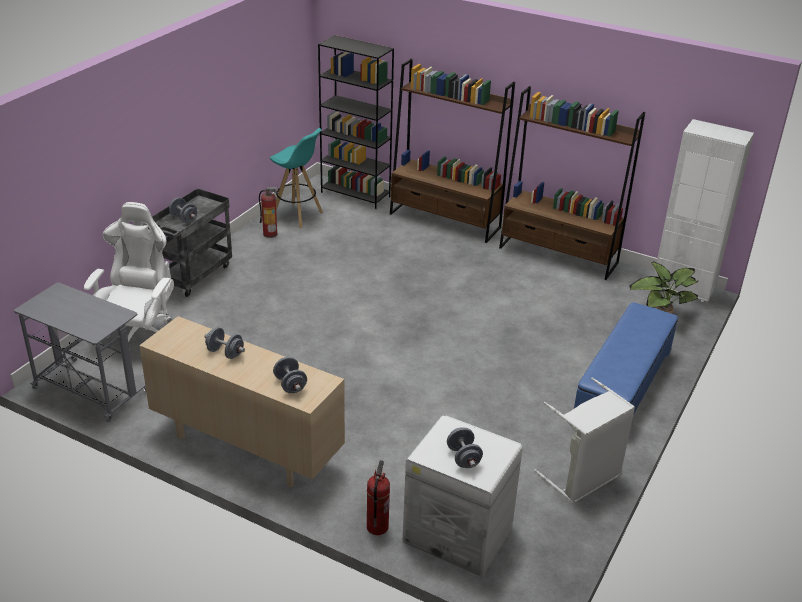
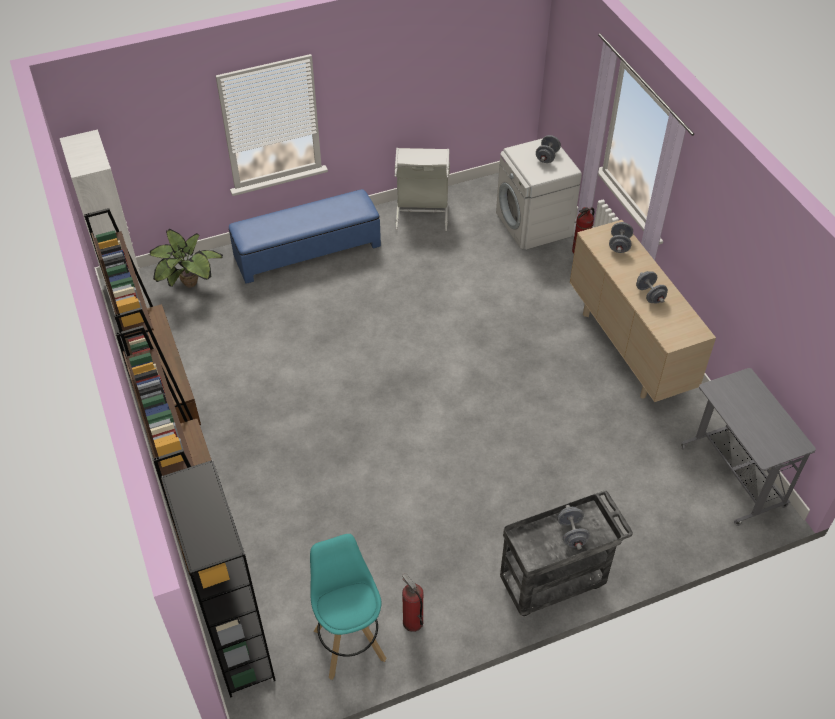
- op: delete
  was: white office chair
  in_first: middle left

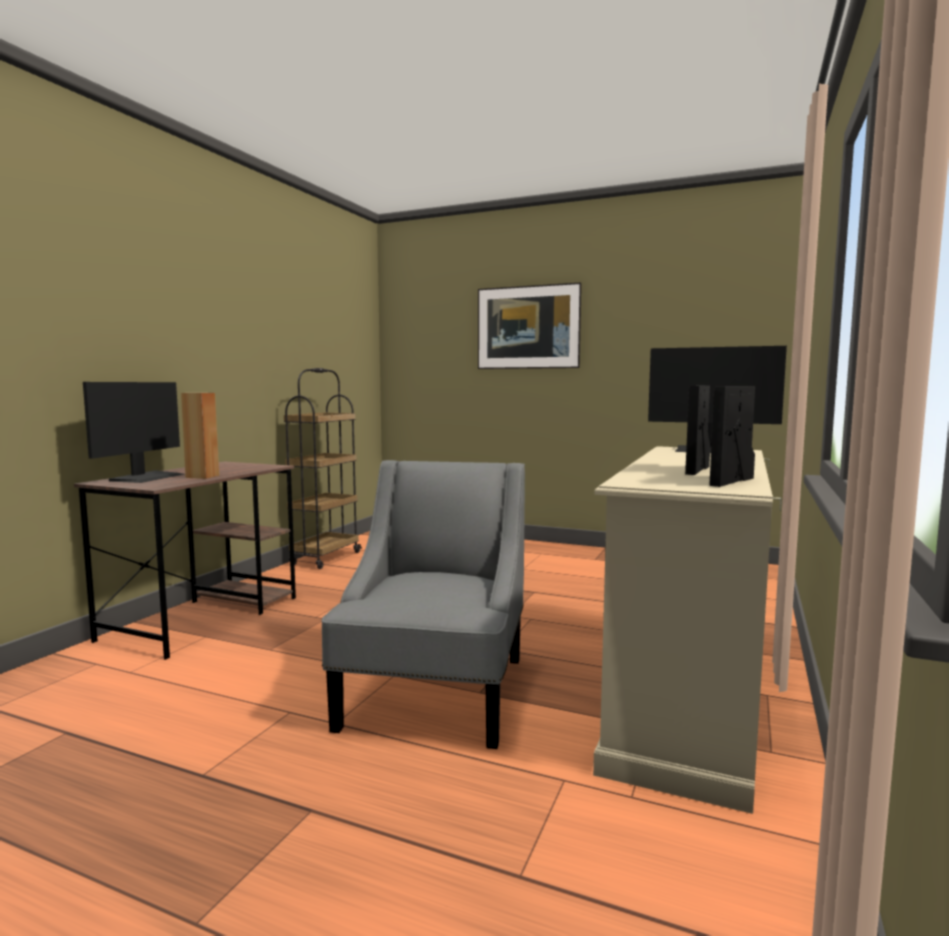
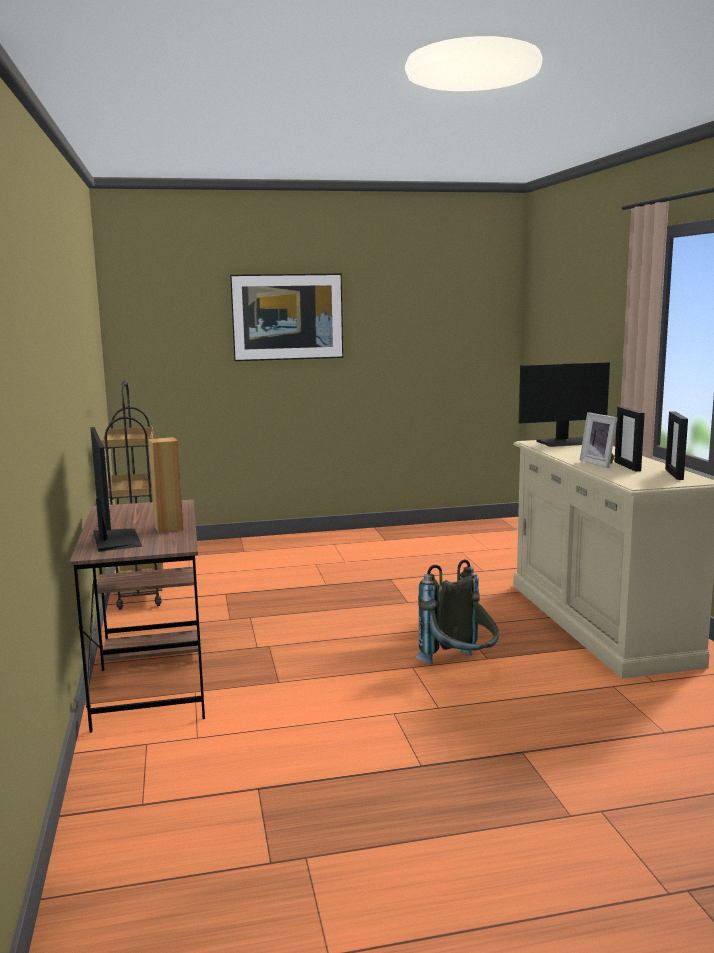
- op: insert
  now: picture frame (1st from left)
  in_second: middle right
- op: replace
  was: grey armchair
  now: grey backpack
  in_first: centre
  in_second: centre

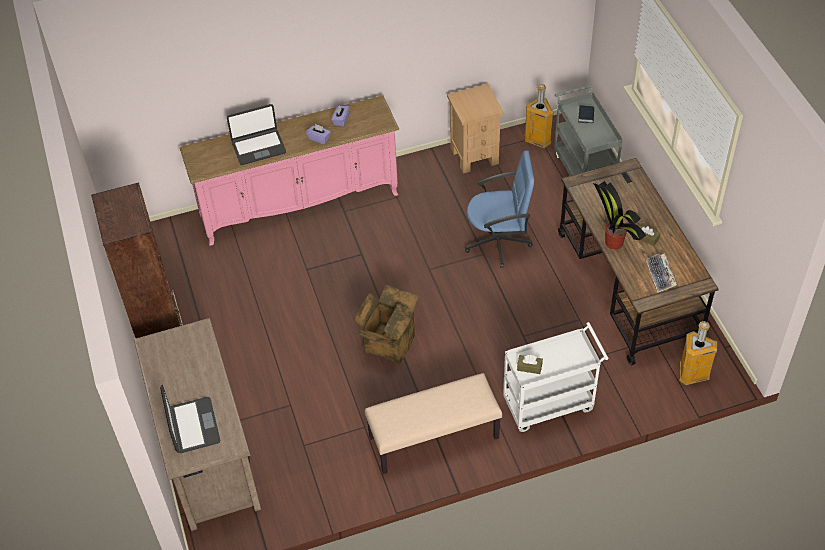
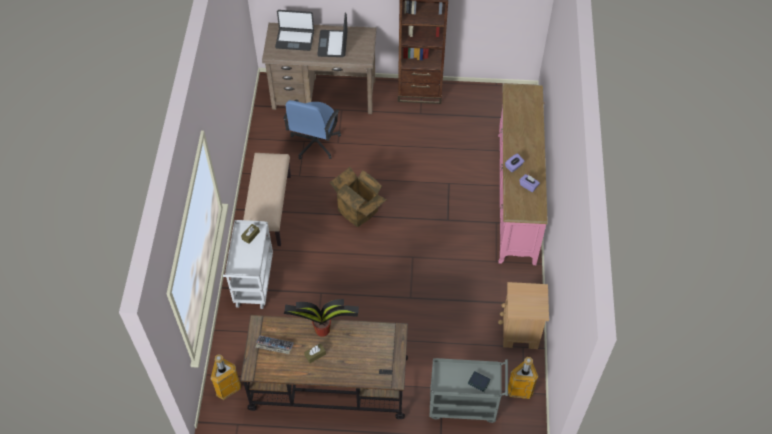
- op: move
  was: laptop (2nd from left)
  in_first: top left
  in_second: top centre
- op: move
  was: blue office chair
  in_first: centre
  in_second: top centre

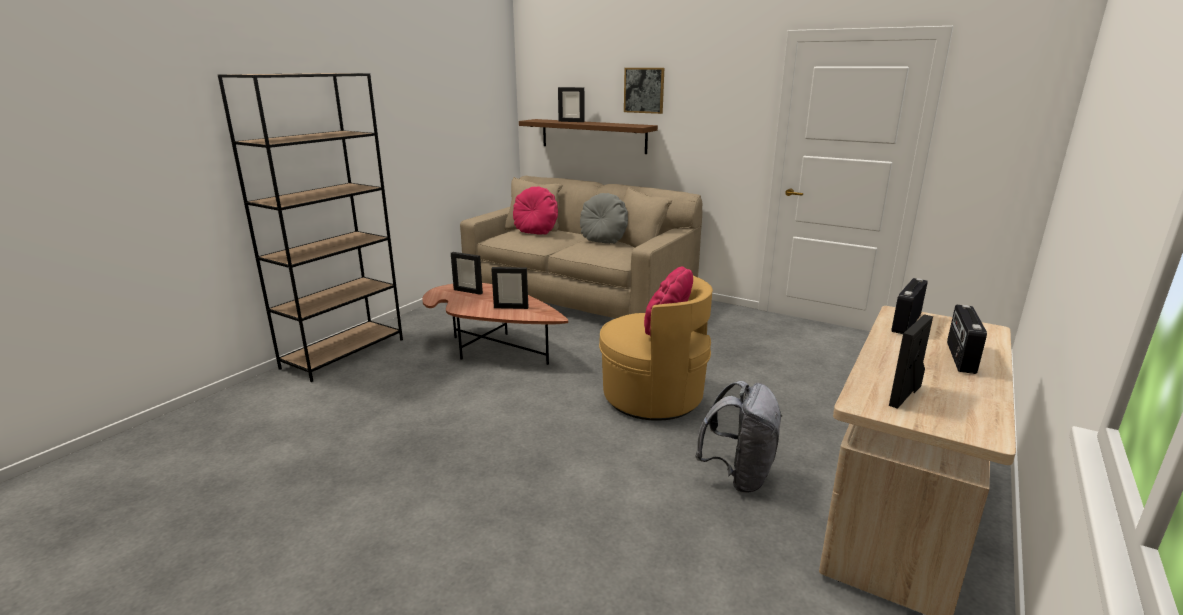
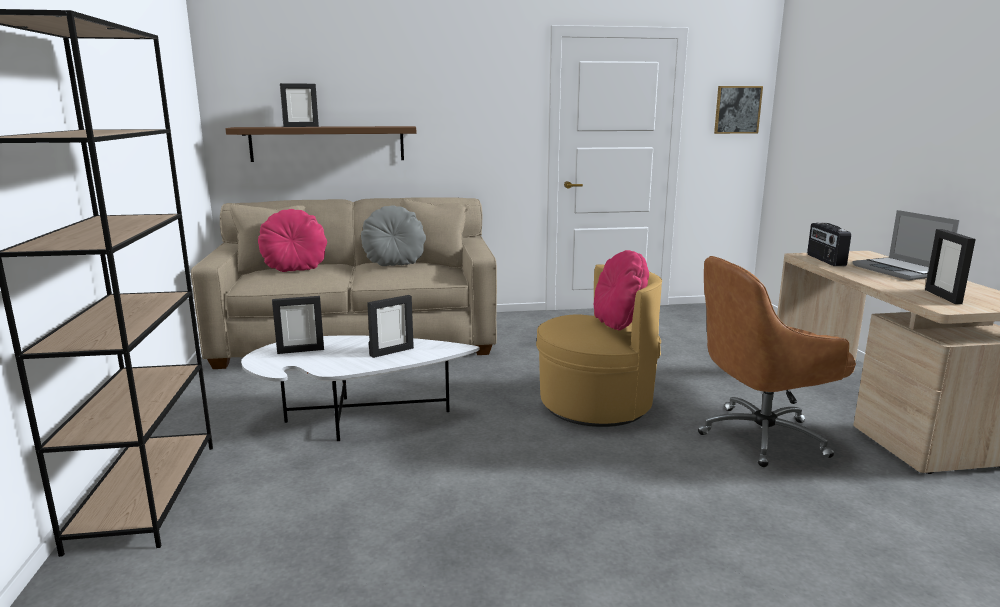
- op: move
  was: picture
  in_first: top centre
  in_second: top right
- op: replace
  was: grey backpack
  now: brown office chair
  in_first: bottom centre
  in_second: middle right
- op: replace
  was: radio (2nd from left)
  now: laptop
  in_first: middle right
  in_second: middle right
- op: recolor
  was: brown coffee table
  now: white coffee table
  in_first: centre
  in_second: centre

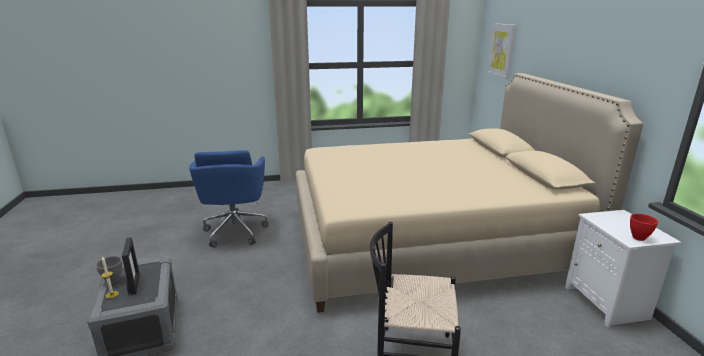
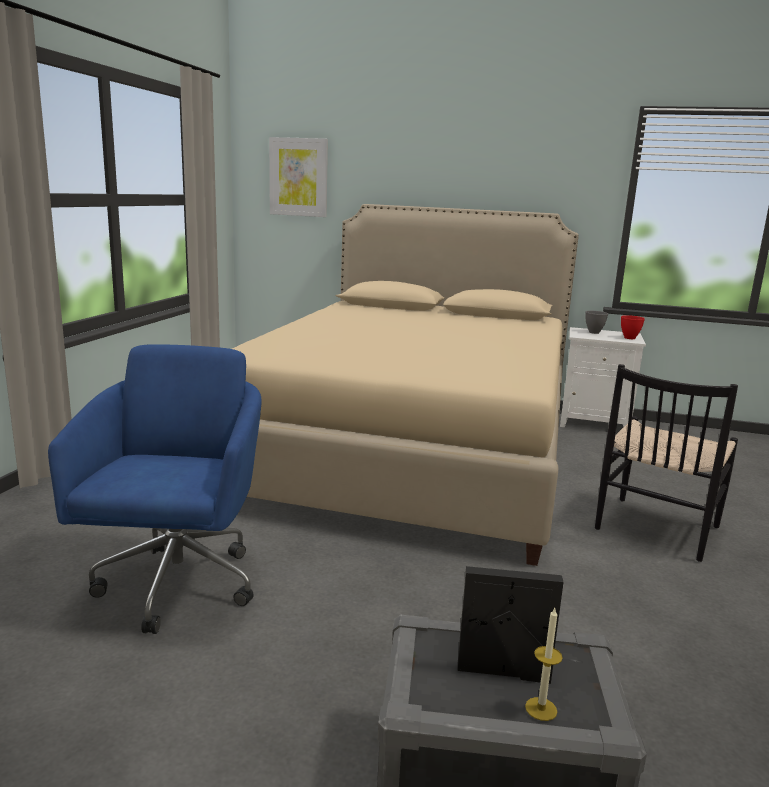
- op: move
  was: grey bowl
  in_first: bottom left
  in_second: middle right
- op: rotate
  was: blue office chair
  in_first: middle left
  in_second: middle left
  clockwise: -105

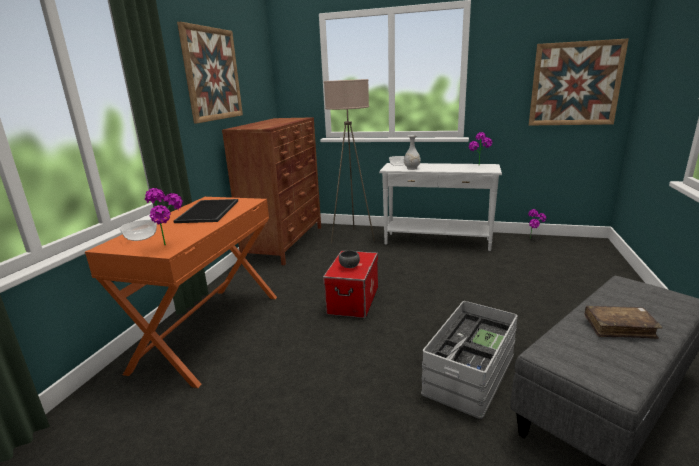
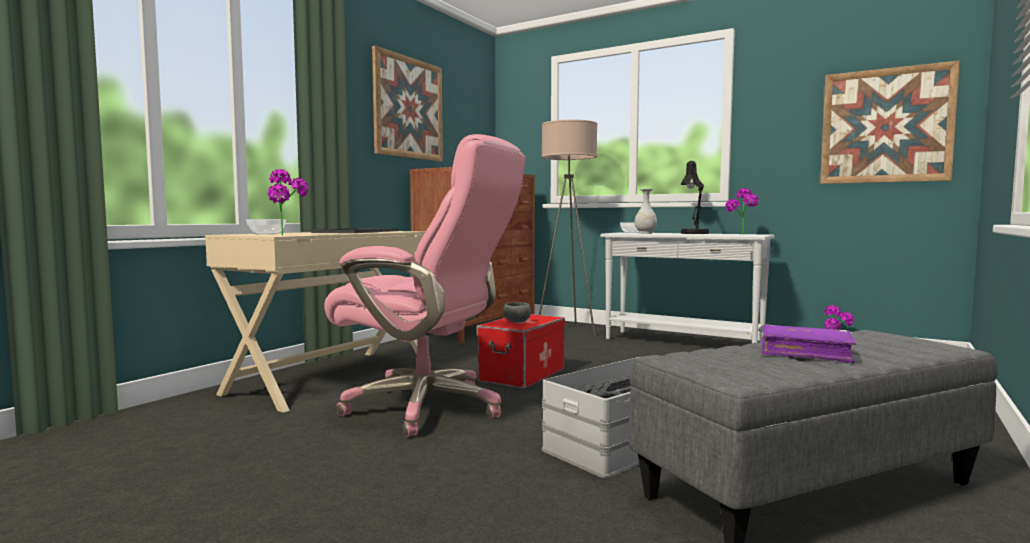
- op: insert
  now: pink office chair
  in_second: centre
- op: insert
  now: black table lamp
  in_second: middle right
- op: recolor
  was: orange desk
  now: beige desk
  in_first: middle left
  in_second: middle left
- op: recolor
  was: brown book
  now: purple book
  in_first: bottom right
  in_second: middle right

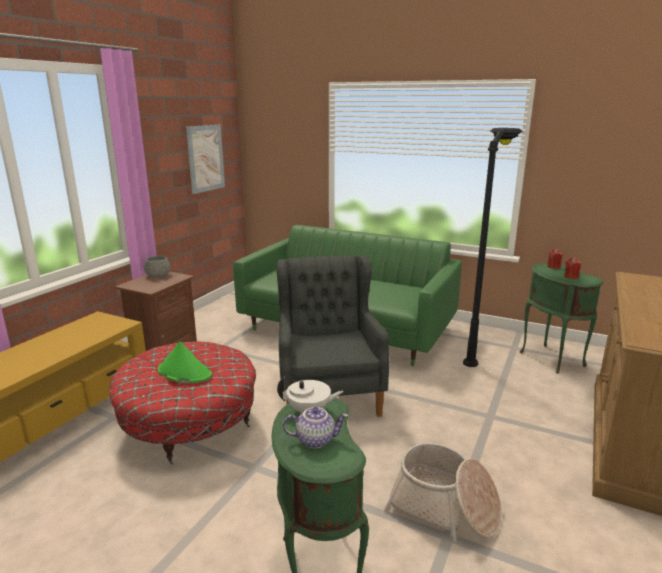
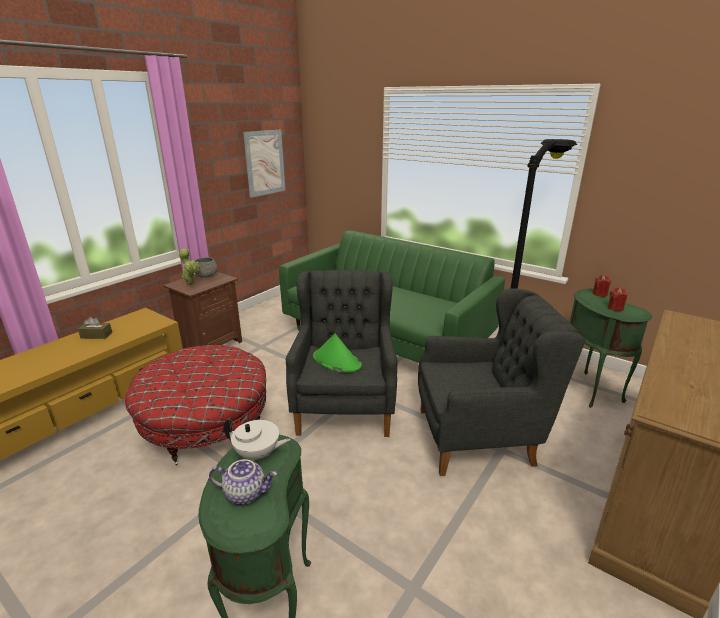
- op: delete
  was: basket
  in_first: bottom right
- op: insert
  now: brown tissue box
  in_second: middle left
- op: insert
  now: potted plant
  in_second: middle left
- op: insert
  now: grey armchair (2nd from left)
  in_second: middle right
- op: move
  was: green hat
  in_first: middle left
  in_second: centre

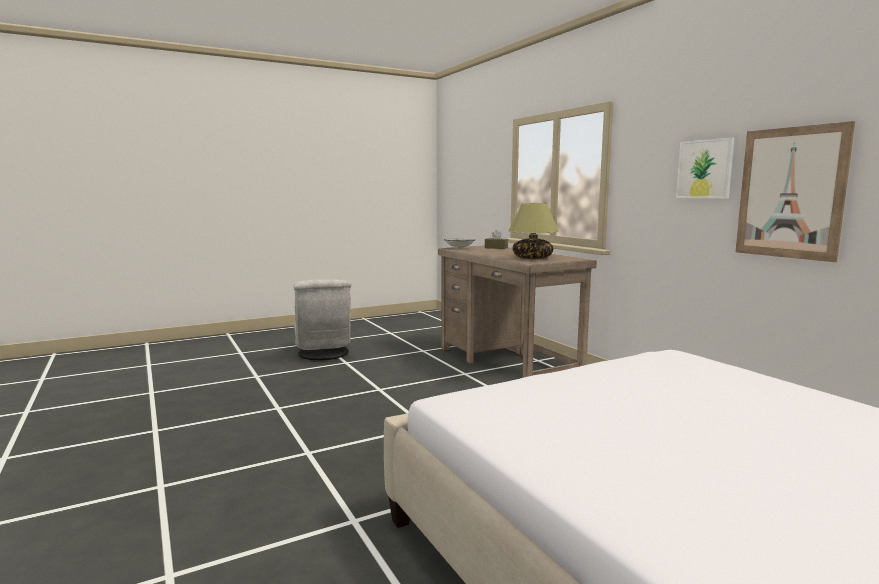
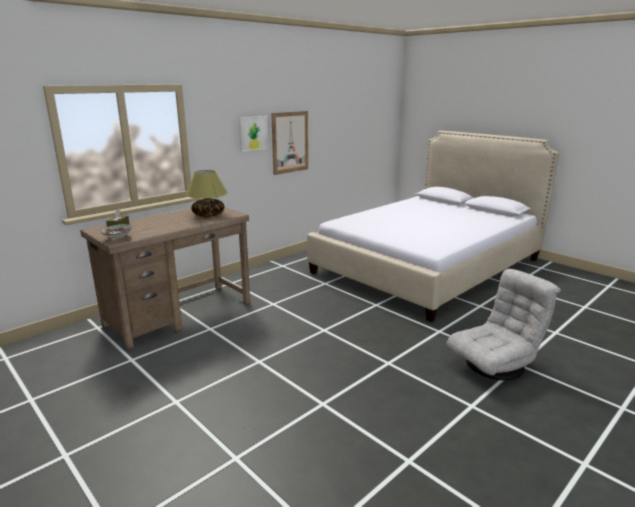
- op: move
  was: grey armchair
  in_first: centre
  in_second: middle right

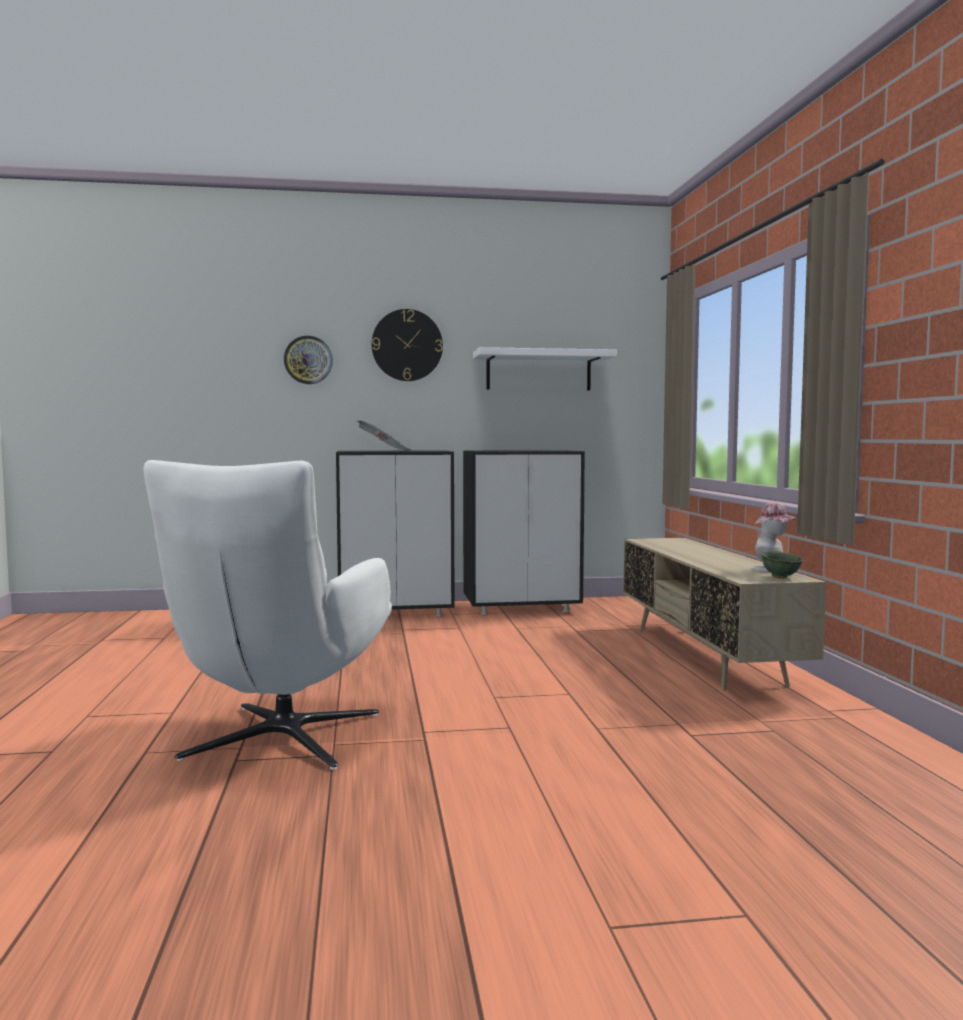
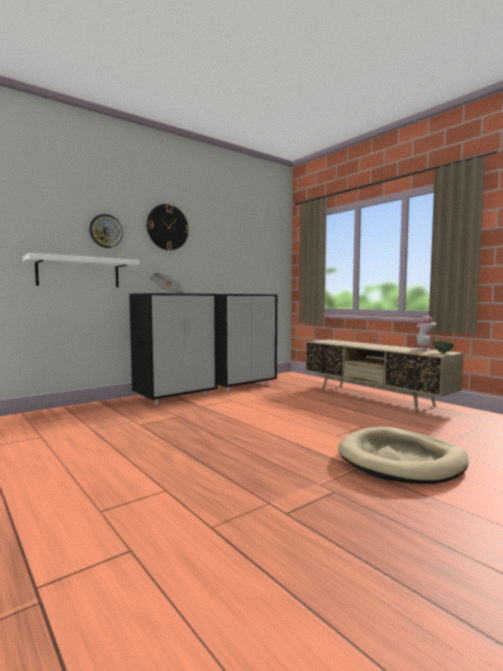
- op: delete
  was: white armchair
  in_first: middle left
- op: insert
  now: beige dog bed
  in_second: bottom right
- op: move
  was: white shelf
  in_first: centre
  in_second: middle left

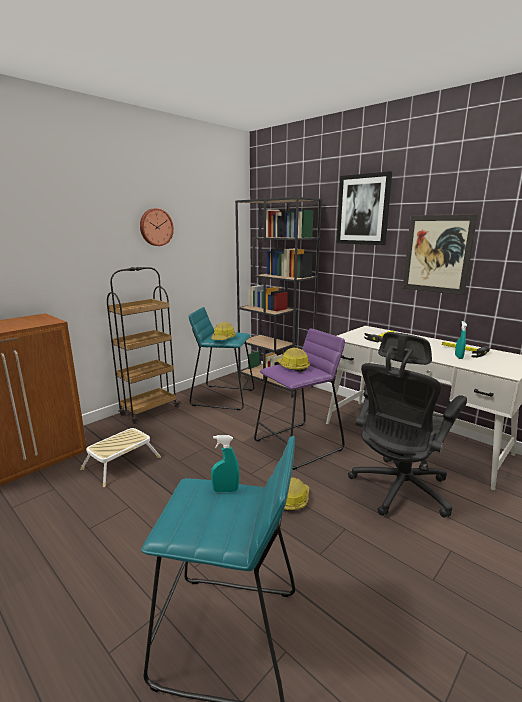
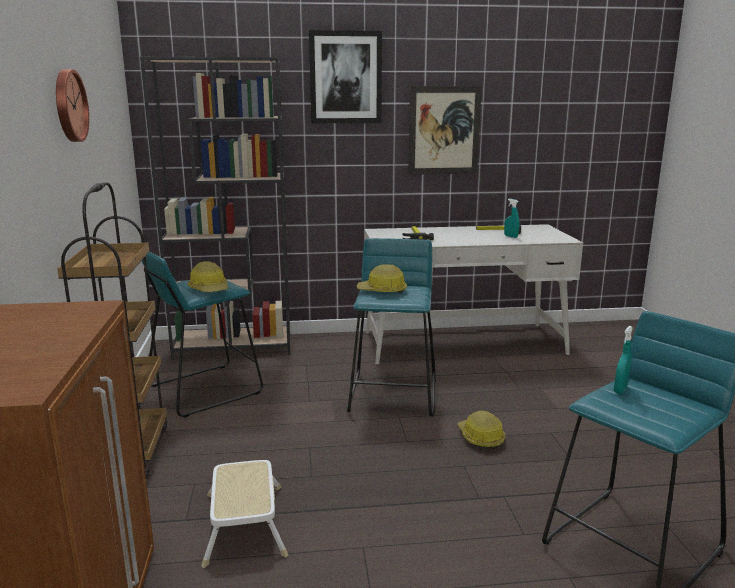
- op: delete
  was: office chair
  in_first: middle right
- op: recolor
  was: purple stool
  now: turquoise stool (2nd from left)
  in_first: centre
  in_second: centre

